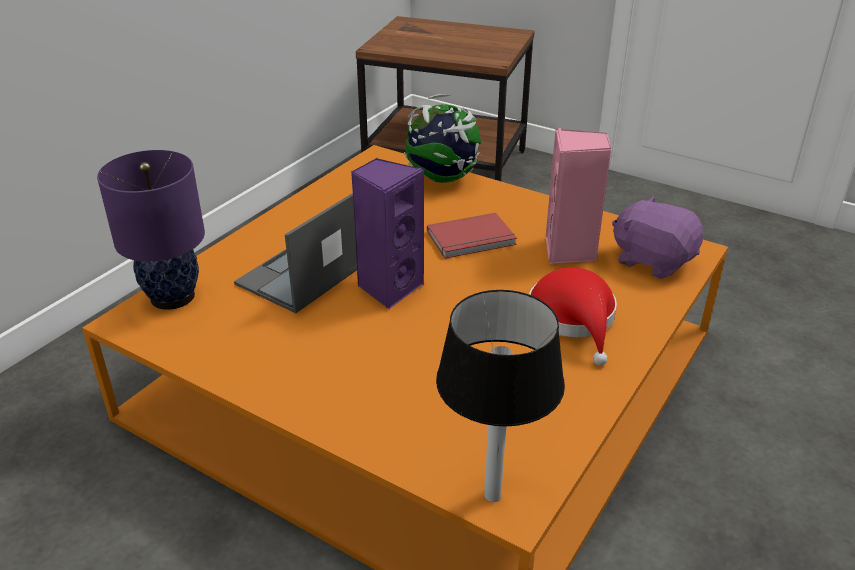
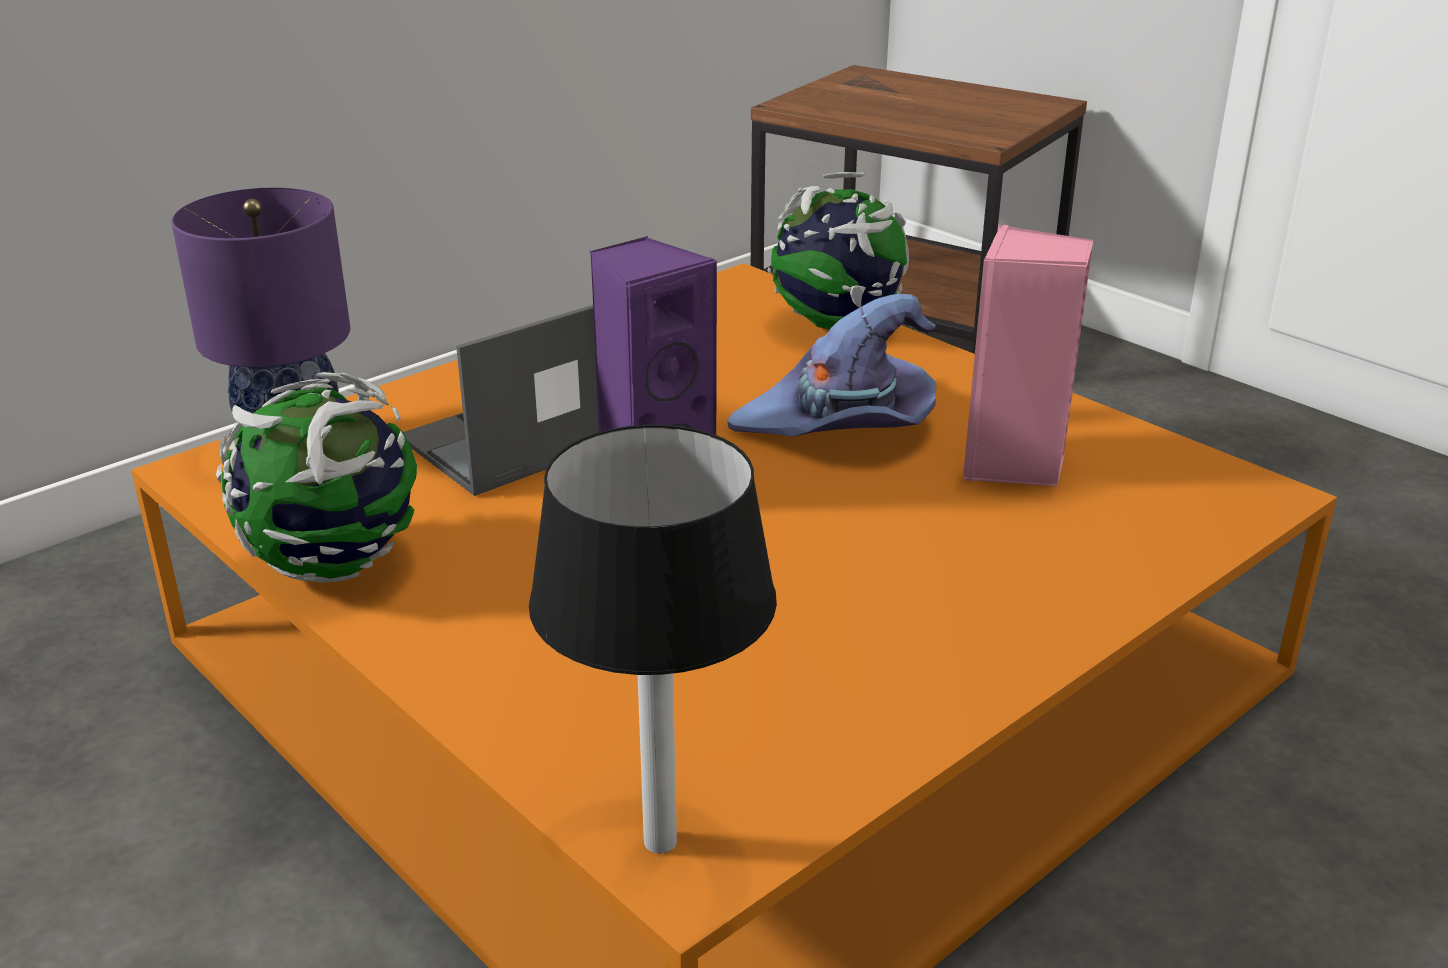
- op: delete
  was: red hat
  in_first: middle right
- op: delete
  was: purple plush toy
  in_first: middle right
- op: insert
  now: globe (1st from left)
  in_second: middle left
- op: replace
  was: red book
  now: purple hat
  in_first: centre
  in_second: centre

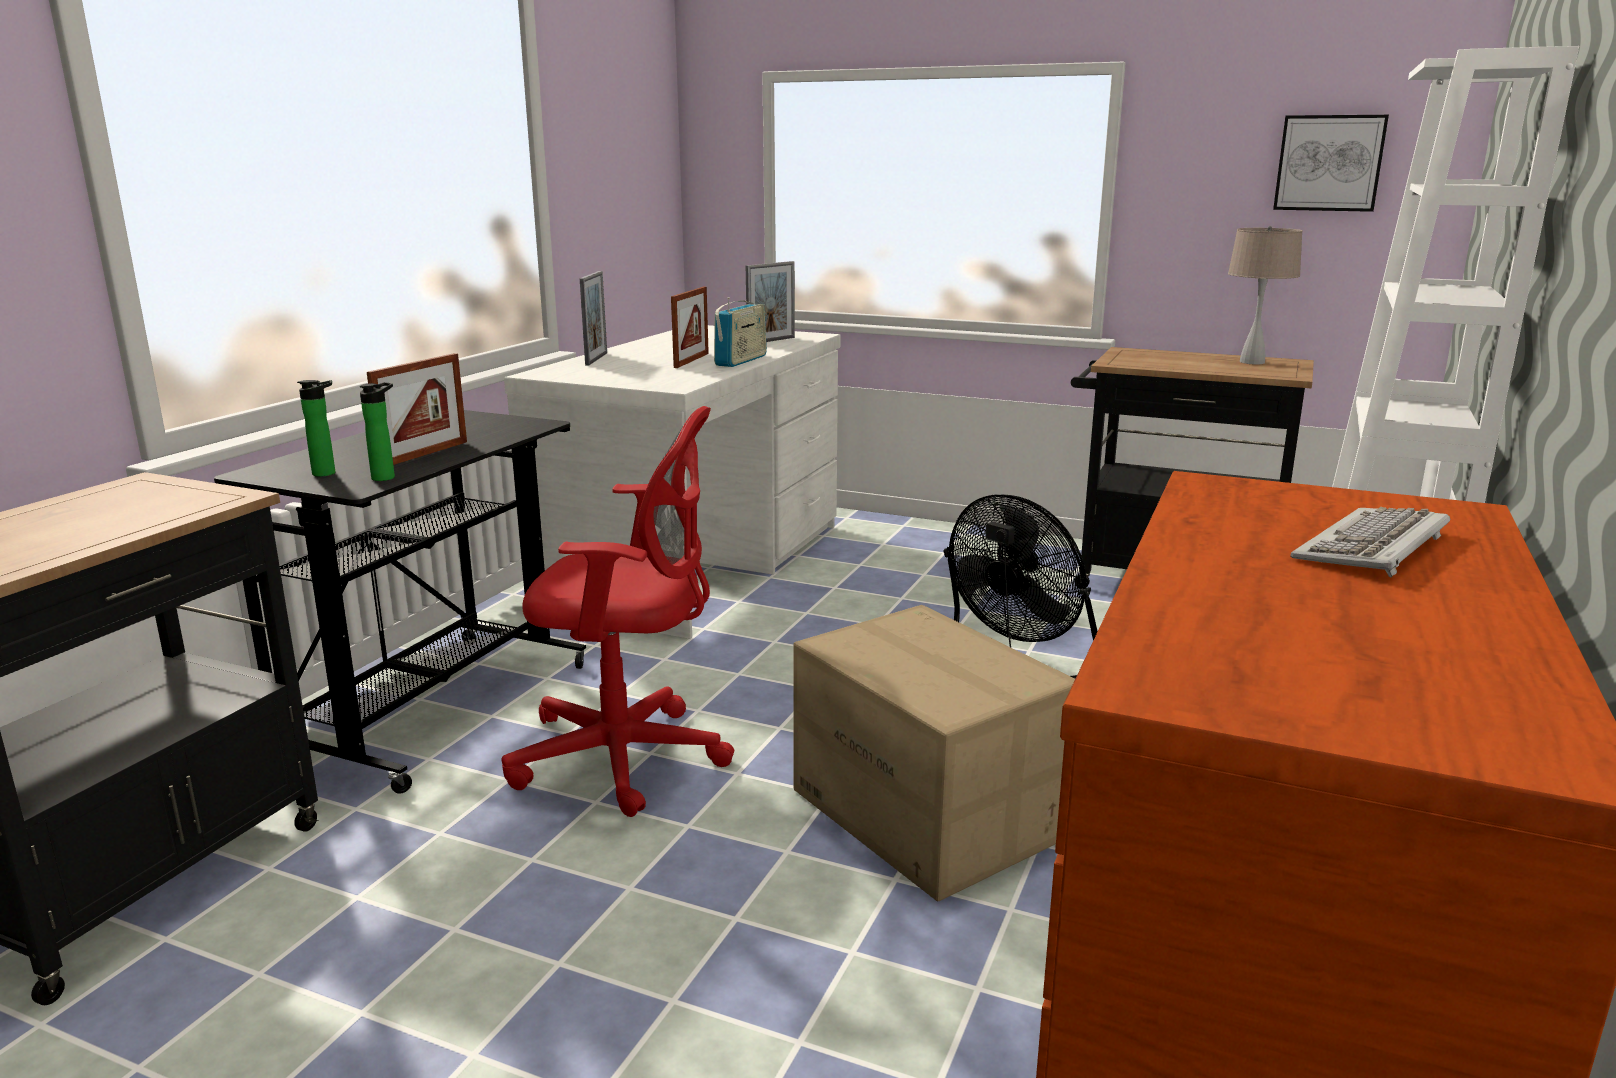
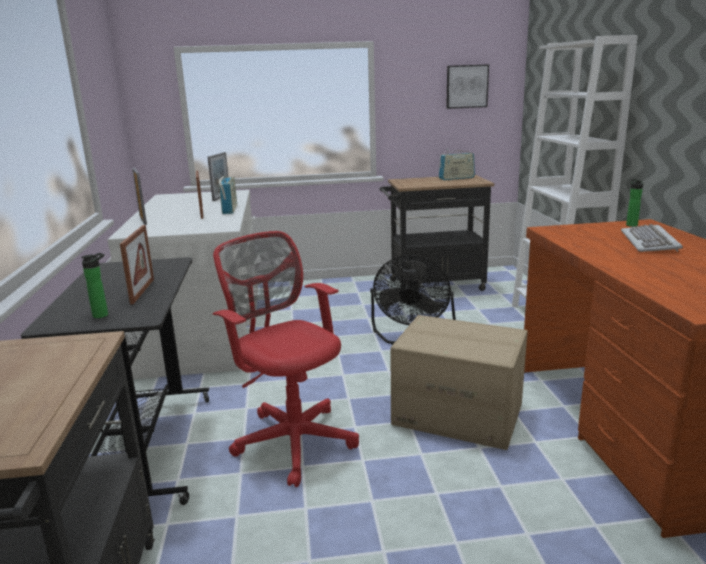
- op: move
  was: bottle (2nd from left)
  in_first: middle left
  in_second: middle right
- op: replace
  was: beige table lamp
  now: radio (2nd from left)
  in_first: top right
  in_second: top centre
- op: rotate
  was: red office chair
  in_first: centre
  in_second: centre
  clockwise: -105

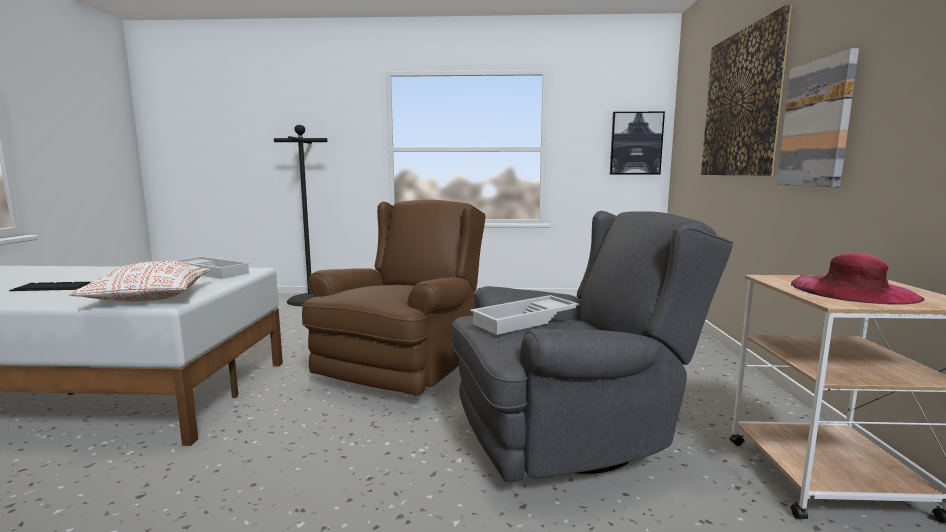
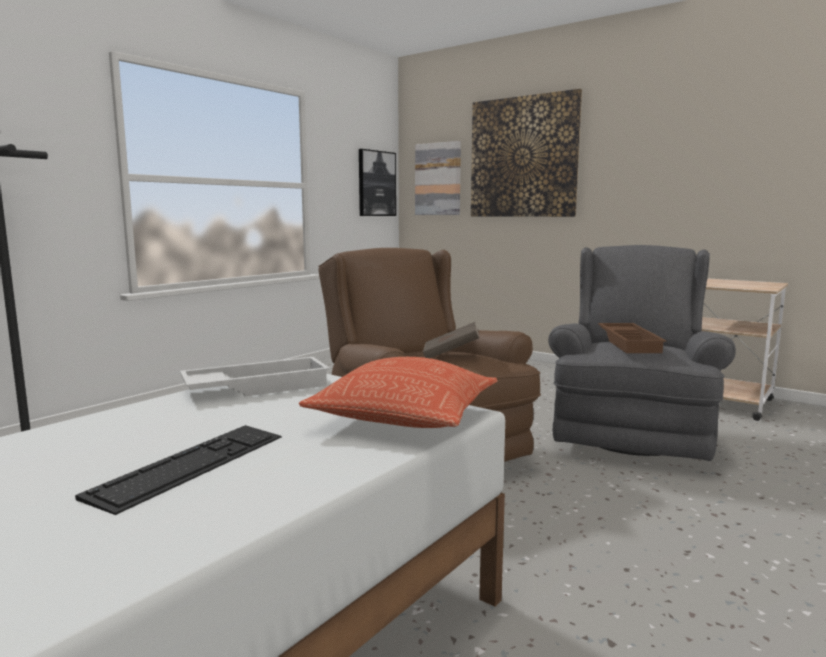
- op: delete
  was: pink hat
  in_first: middle right
- op: insert
  now: brown book
  in_second: centre
- op: move
  was: picture (3rd from left in the first image)
  now: picture (2nd from left)
  in_first: top right
  in_second: top centre
- op: recolor
  was: white pillow
  now: orange pillow
  in_first: middle left
  in_second: centre
- op: recolor
  was: white tray (2nd from left)
  now: brown tray
  in_first: centre
  in_second: middle right

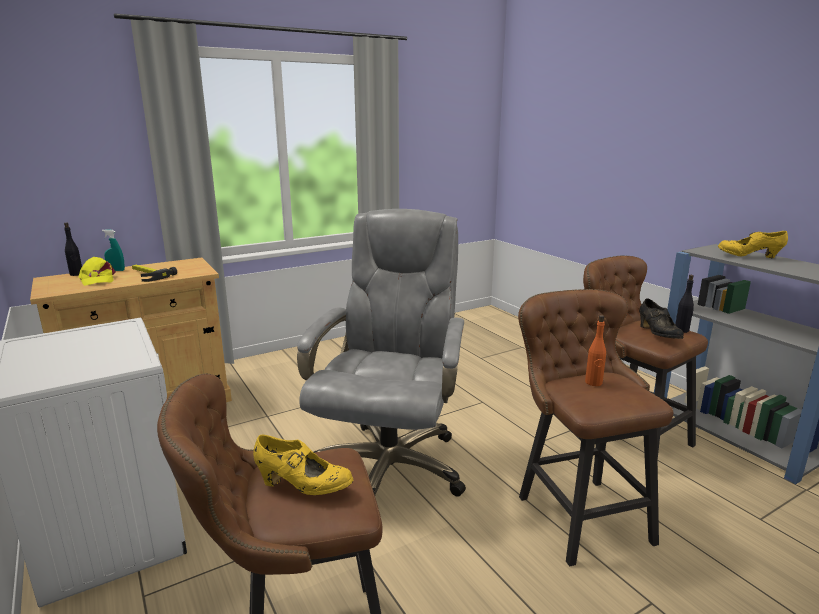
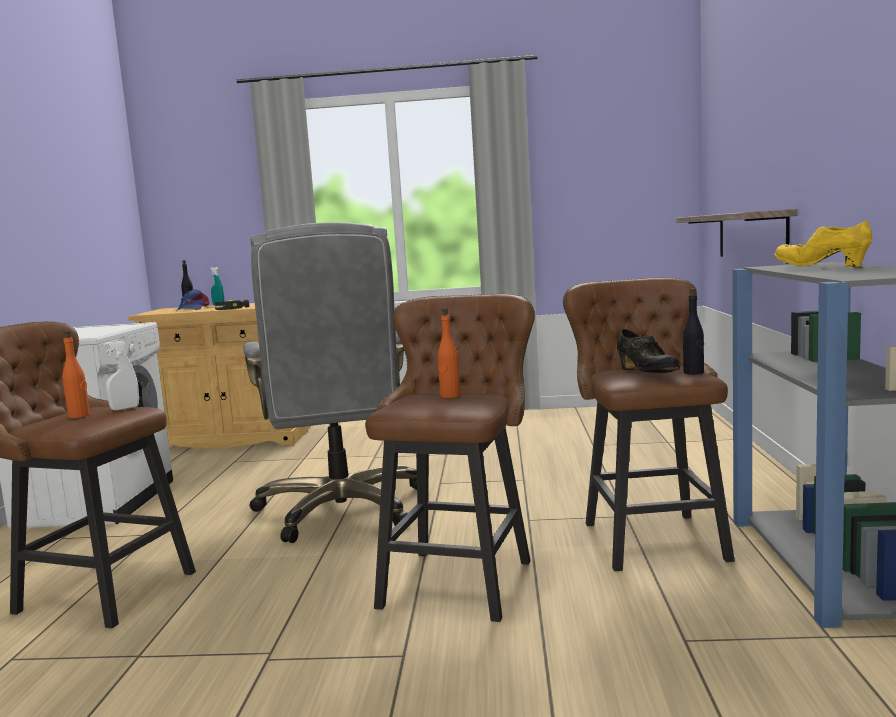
- op: insert
  now: white spray bottle
  in_second: middle left
- op: insert
  now: shelf
  in_second: top right
- op: replace
  was: yellow shoe (1st from left)
  now: orange bottle (1st from left)
  in_first: bottom centre
  in_second: middle left
- op: recolor
  was: yellow cap
  now: blue cap
  in_first: middle left
  in_second: middle left
- op: rotate
  was: grey office chair
  in_first: centre
  in_second: centre
  clockwise: 120
- op: rotate
  was: black shoe
  in_first: middle right
  in_second: middle right
  clockwise: -45

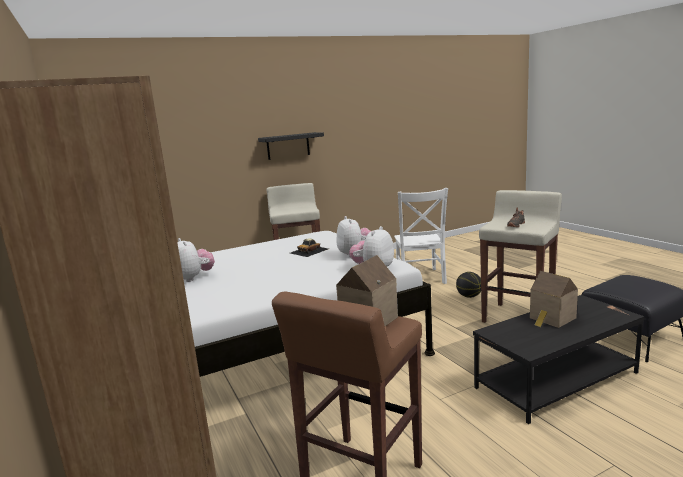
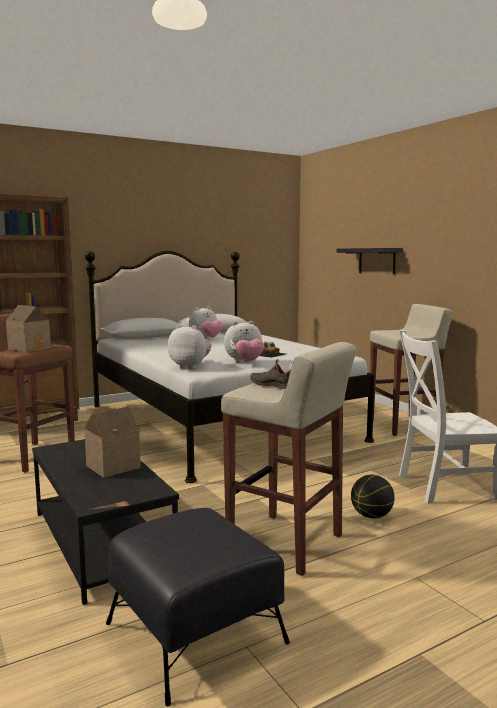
- op: move
  was: black shelf
  in_first: top centre
  in_second: middle right

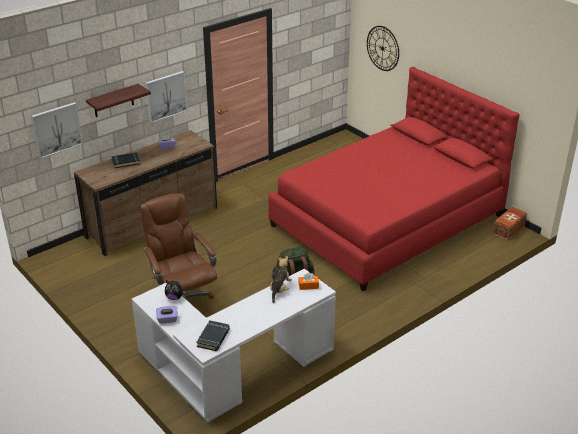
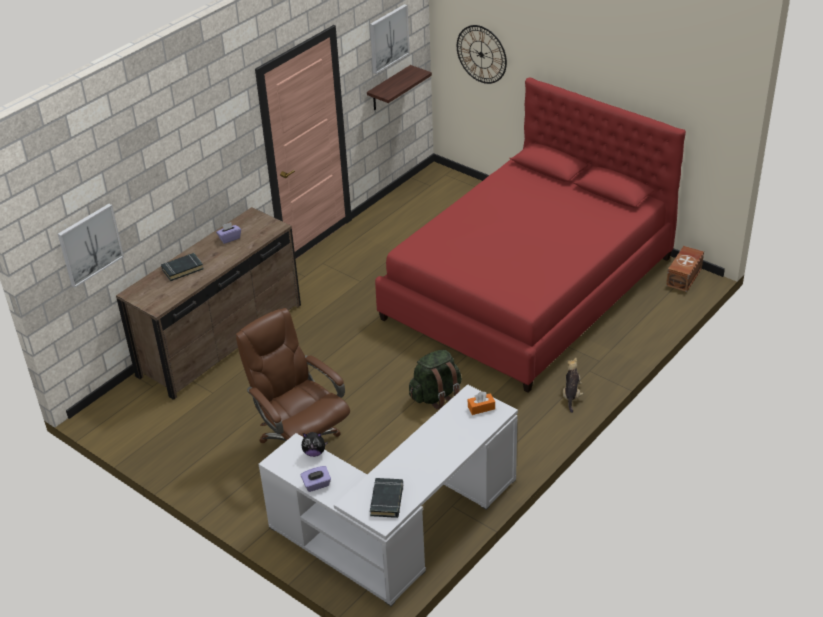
- op: move
  was: shelf
  in_first: top left
  in_second: top centre
- op: move
  was: picture (2nd from left)
  in_first: top left
  in_second: top centre
- op: move
  was: plush toy (2nd from left)
  in_first: centre
  in_second: middle right

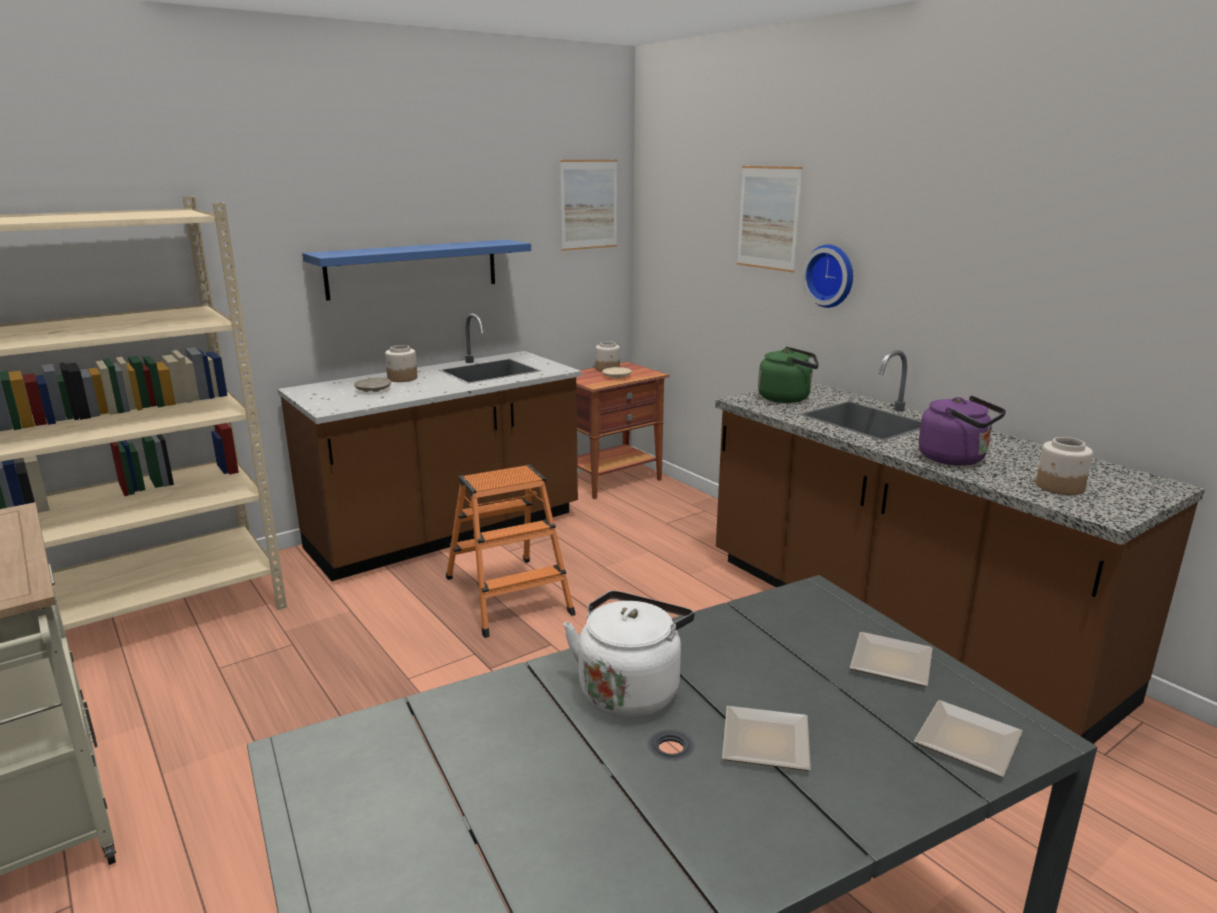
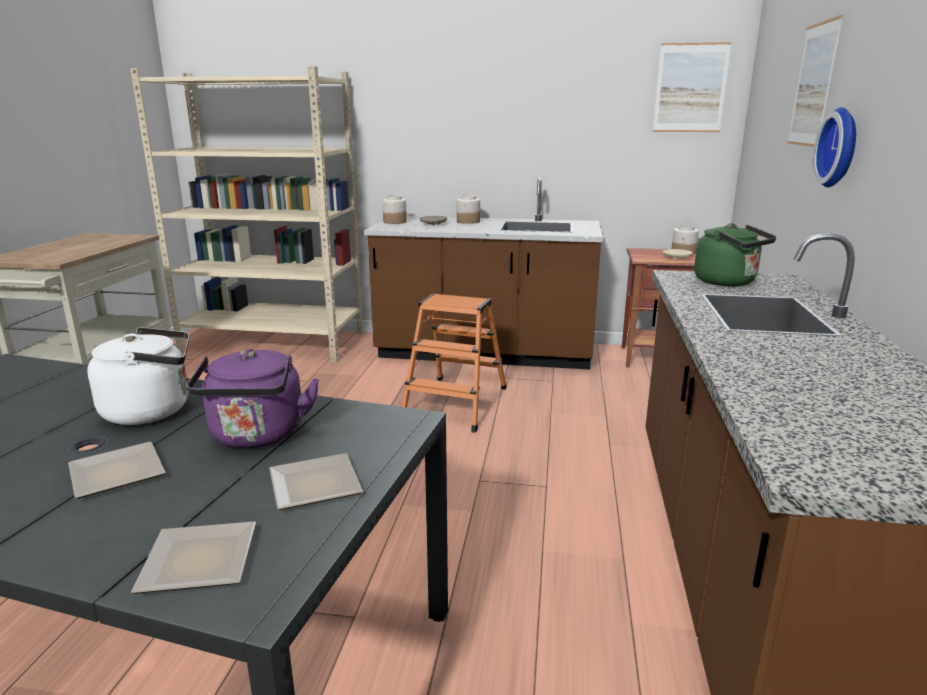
- op: delete
  was: blue shelf
  in_first: top centre
- op: move
  was: purple kettle
  in_first: middle right
  in_second: middle left
- op: move
  was: jar (3rd from left in the first image)
  now: jar (1st from left)
  in_first: middle right
  in_second: top centre

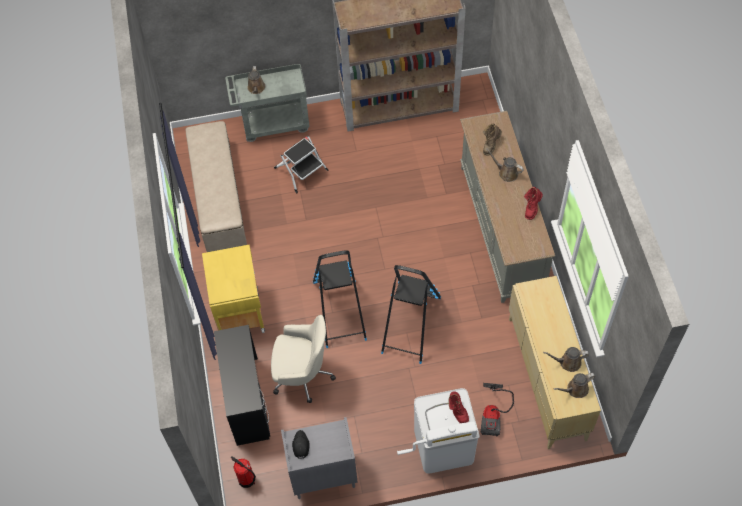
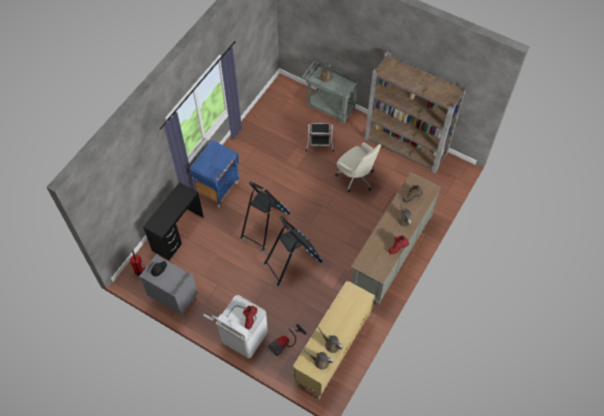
- op: delete
  was: beige bench
  in_first: middle left
- op: move
  was: beige office chair
  in_first: bottom centre
  in_second: centre
- op: recolor
  was: yellow cart
  now: blue cart
  in_first: middle left
  in_second: centre

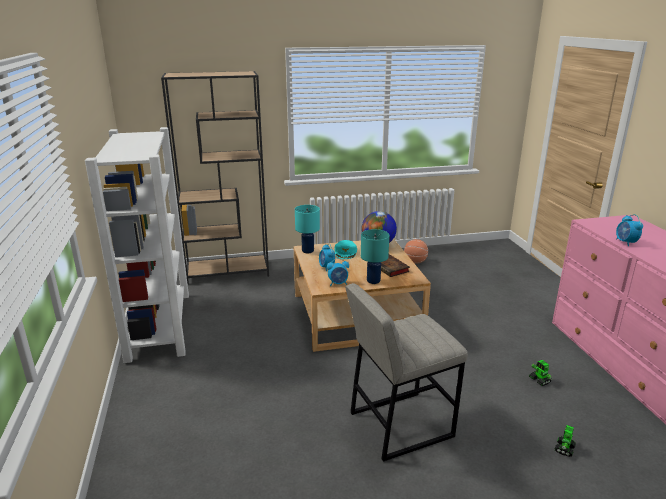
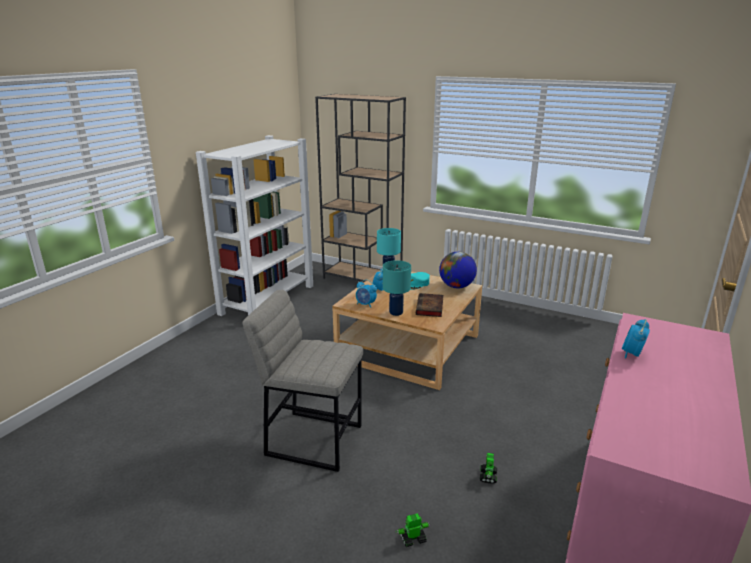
- op: delete
  was: basketball
  in_first: centre

